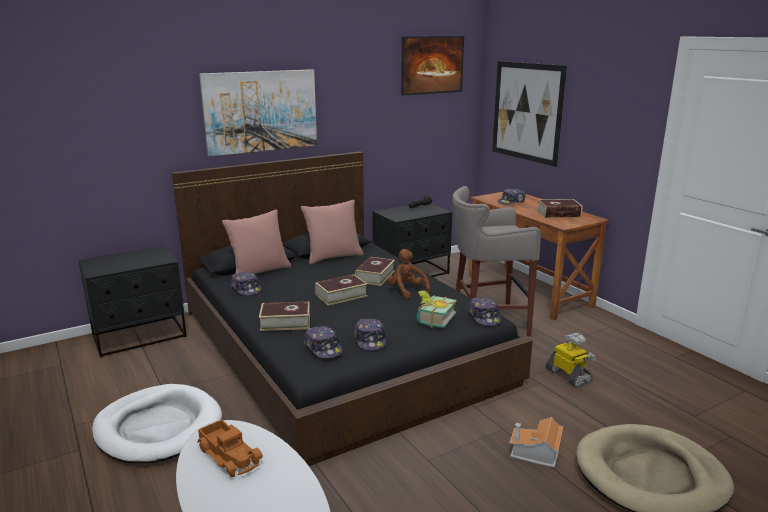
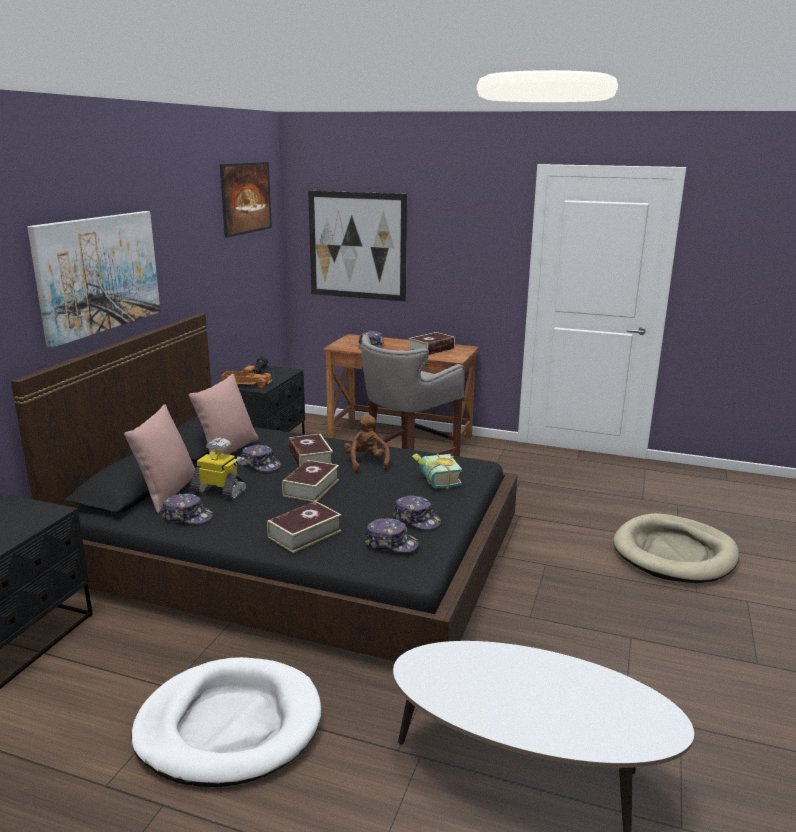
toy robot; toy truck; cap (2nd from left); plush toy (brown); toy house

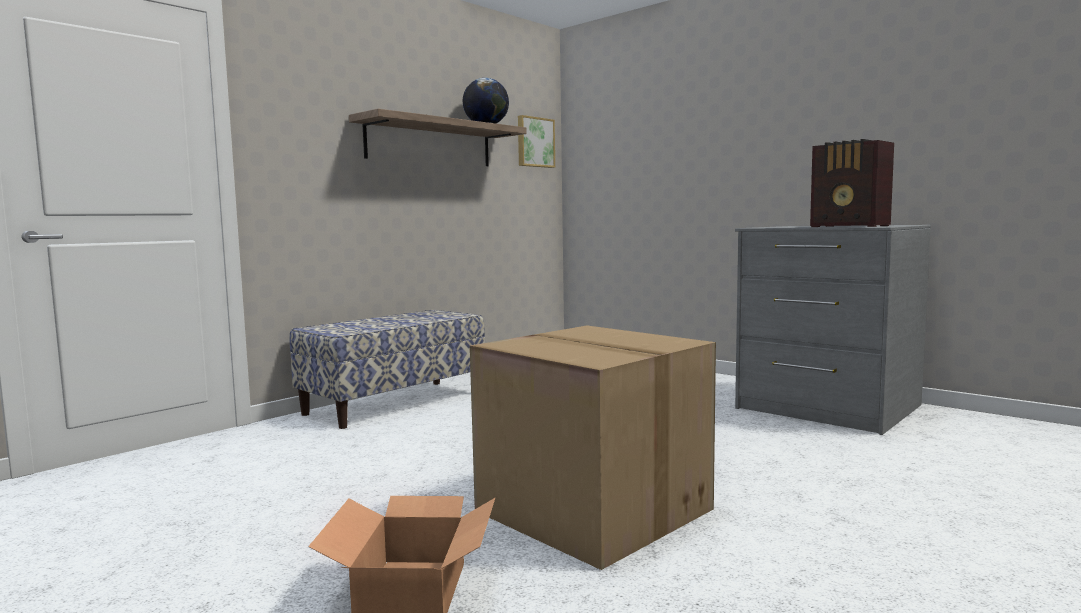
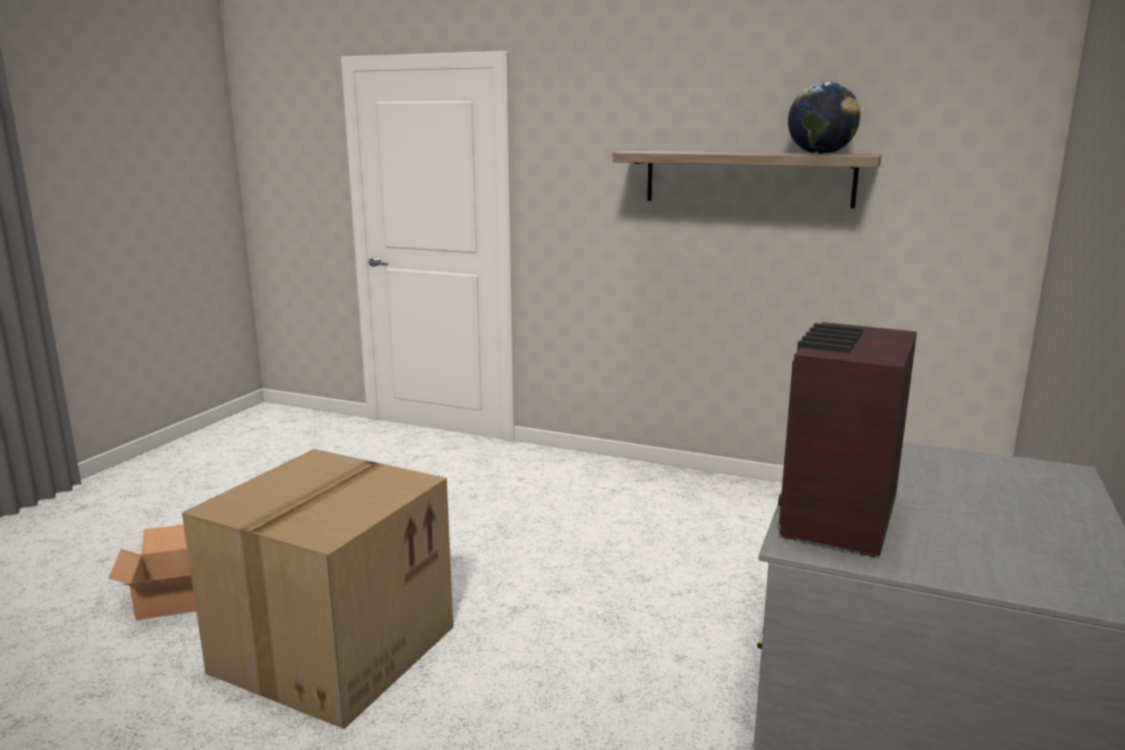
bench; picture

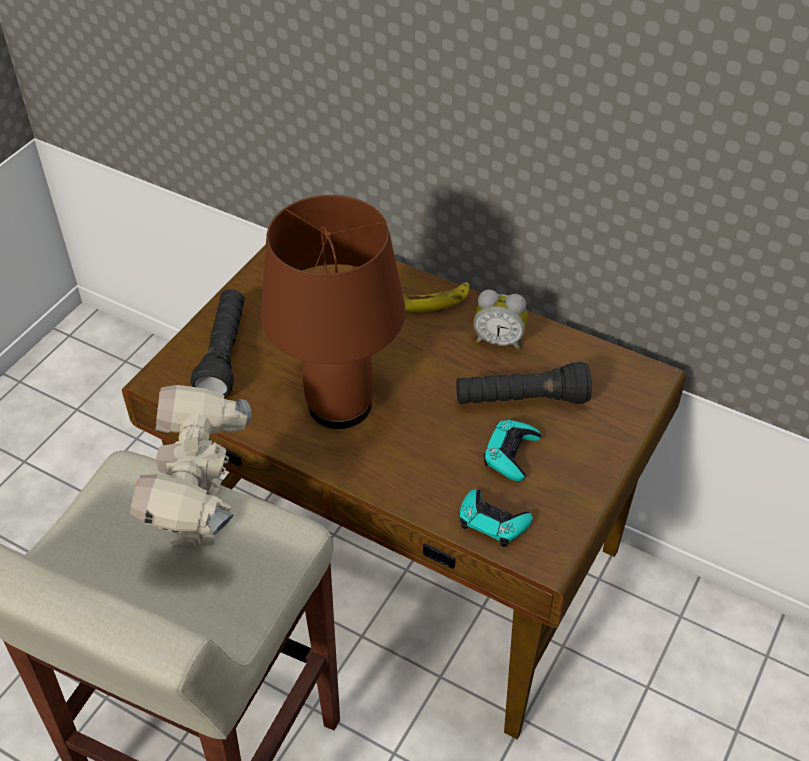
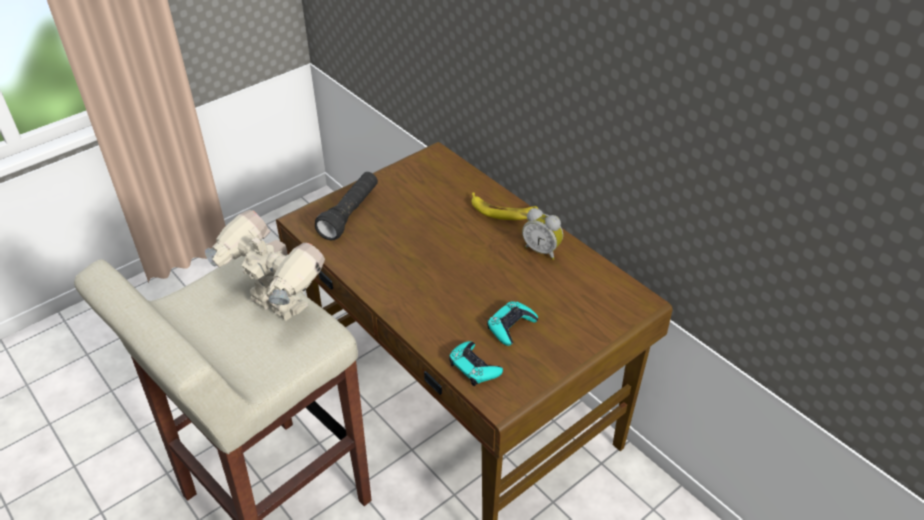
toy robot; table lamp (brown); flashlight (black) (2nd from left in the first image)

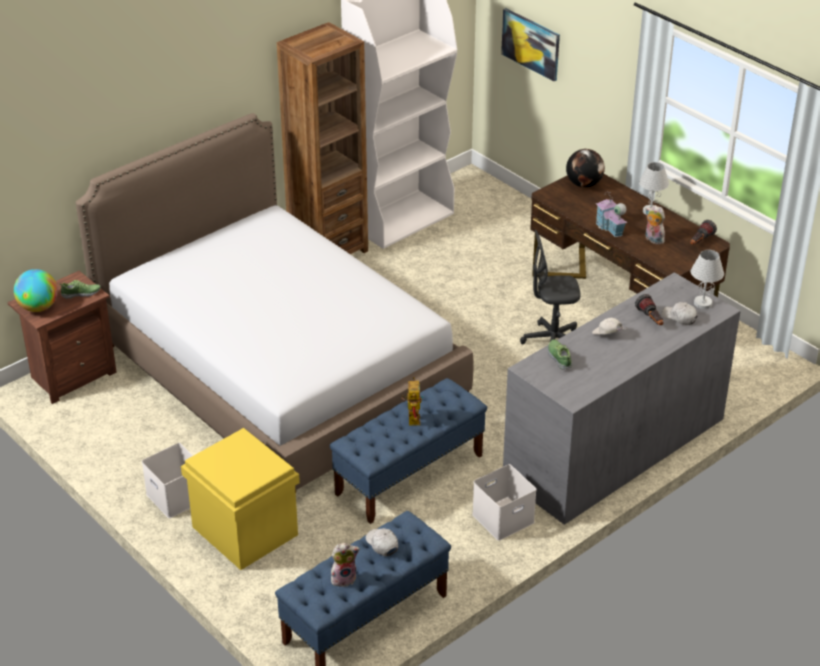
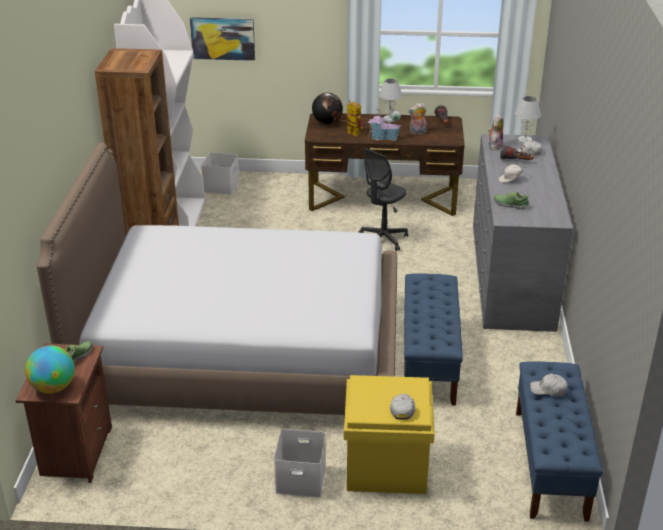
storage box (white) (1st from left); toy robot; cap (white) (1st from left); plush toy (2nd from left)

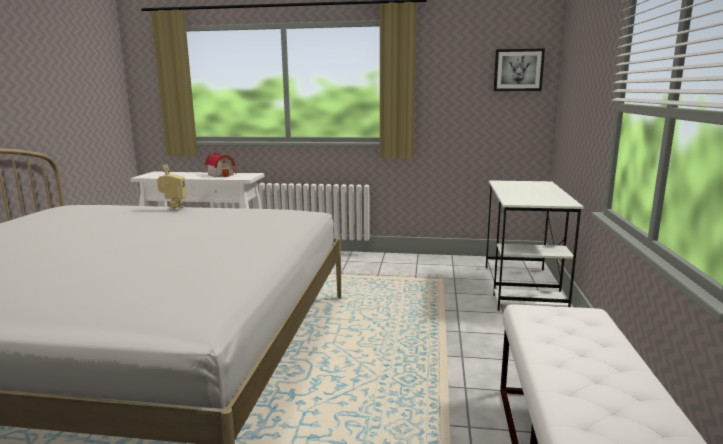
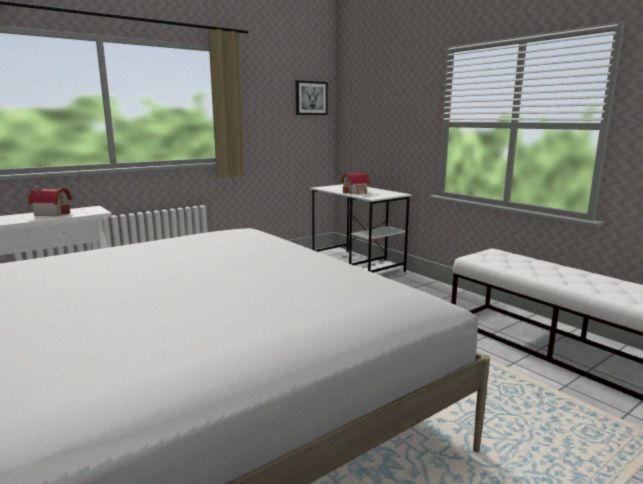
toy house (2nd from left); toy robot

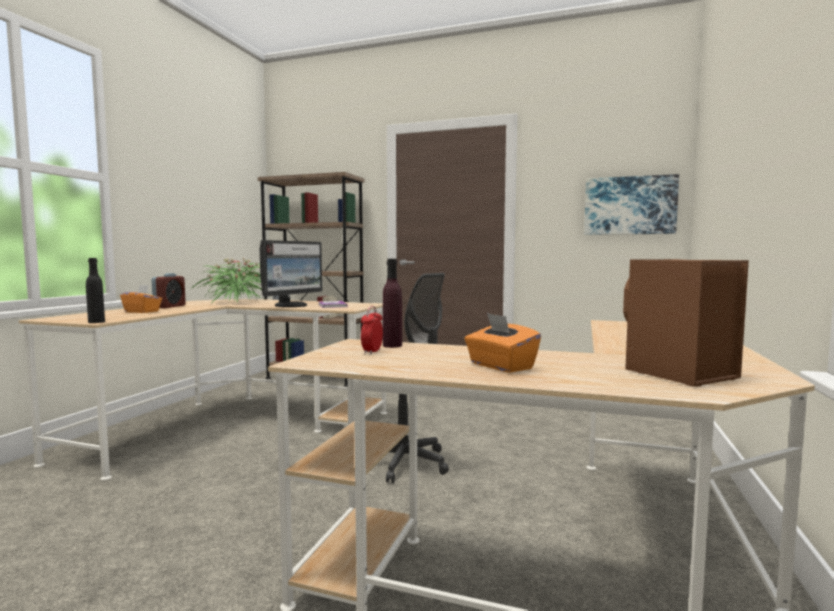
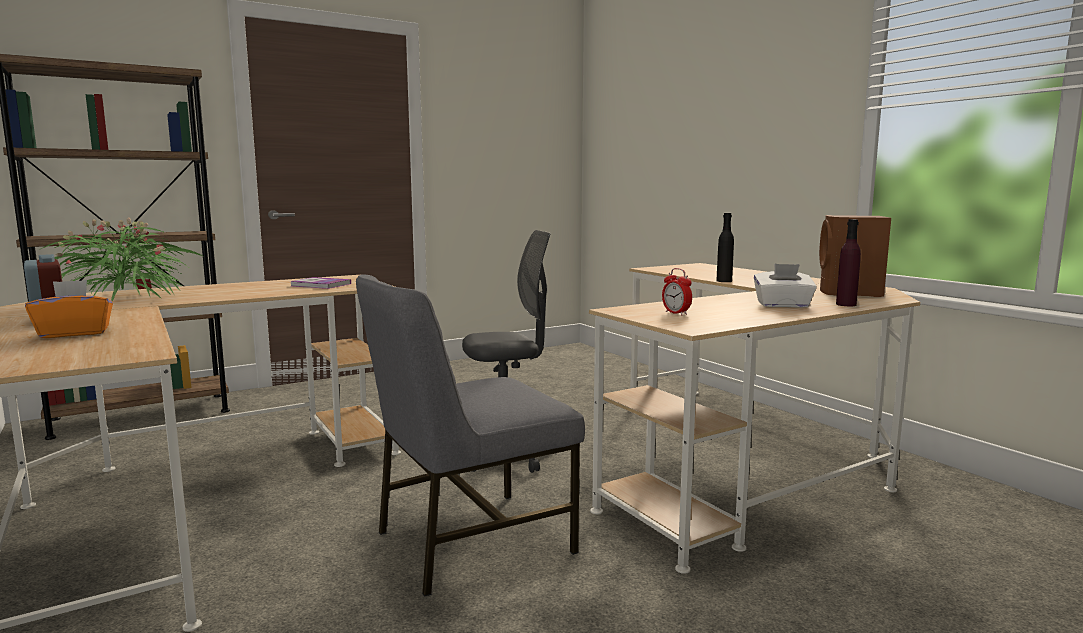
chair (grey); bottle (black); tissue box (white); bottle (purple); monitor; picture

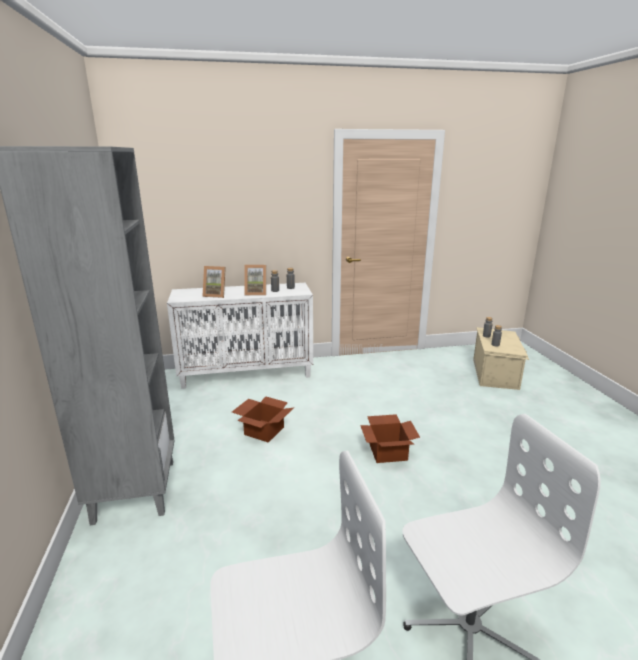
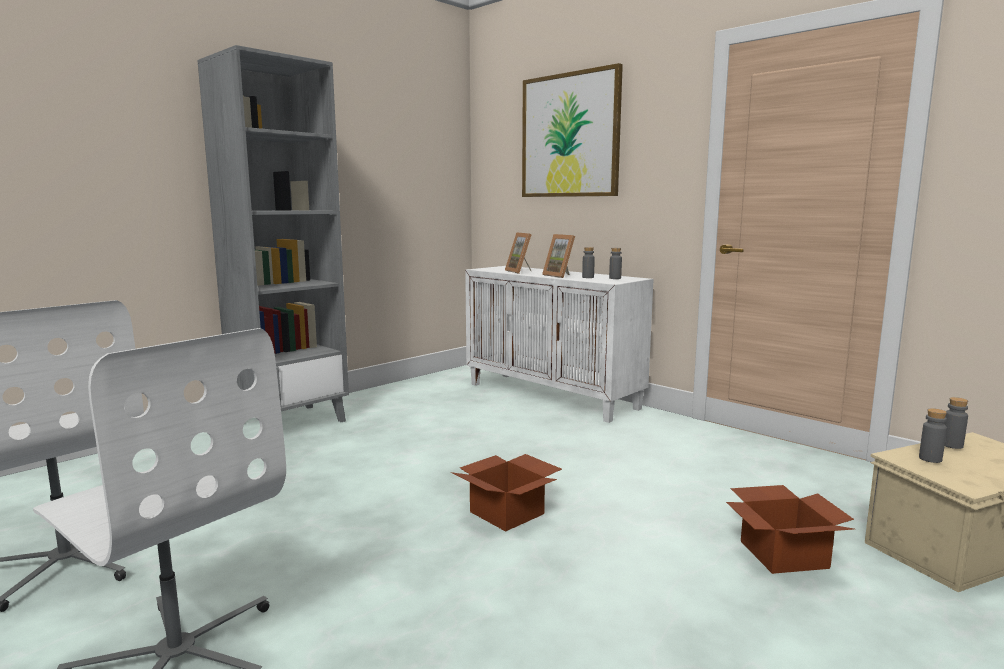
picture; cardboard box (2nd from left)

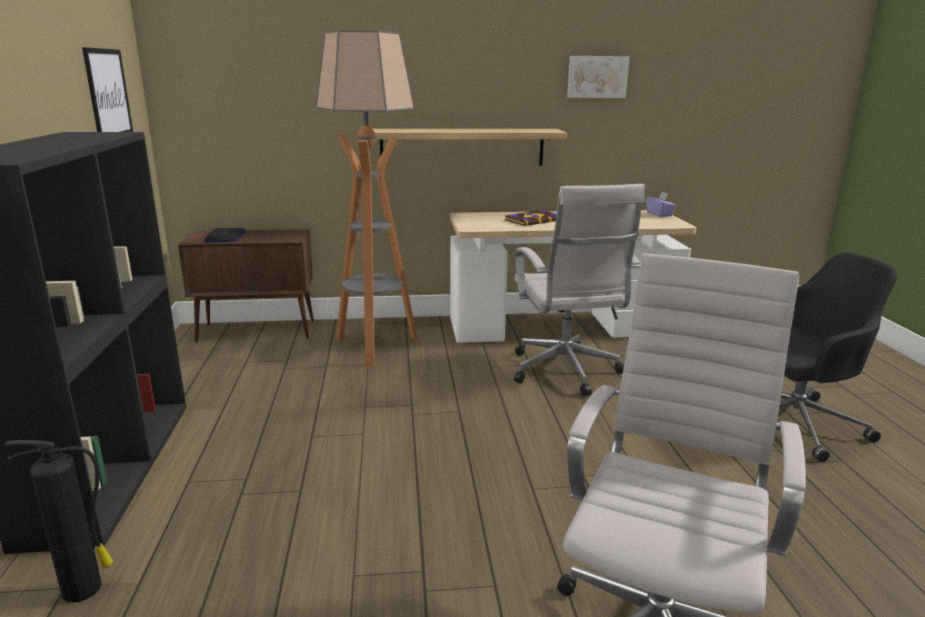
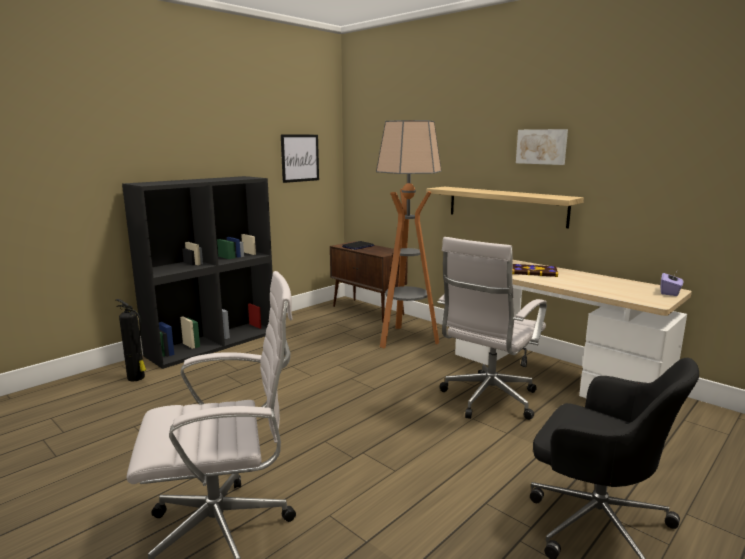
picture (2nd from left)

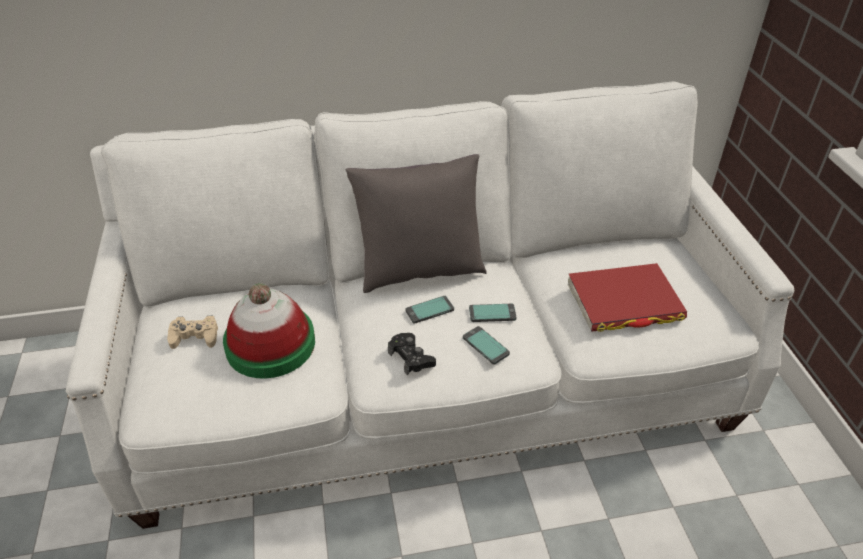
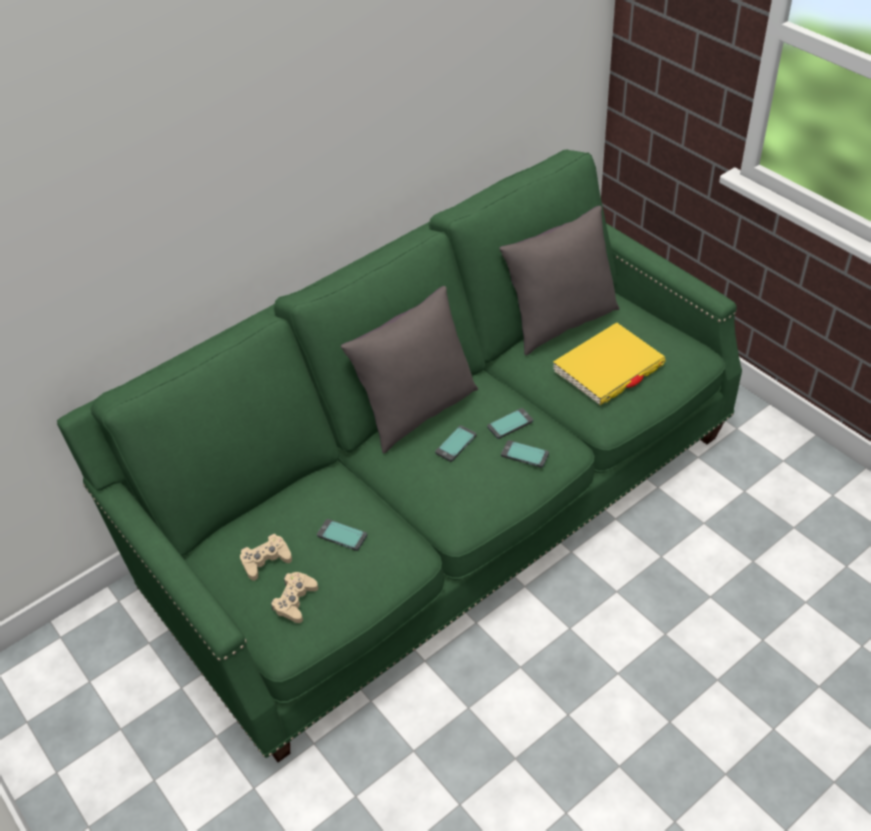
sofa (green); game controller (beige) (2nd from left); phone (1st from left); pillow (grey) (2nd from left); book (yellow); game controller (black)

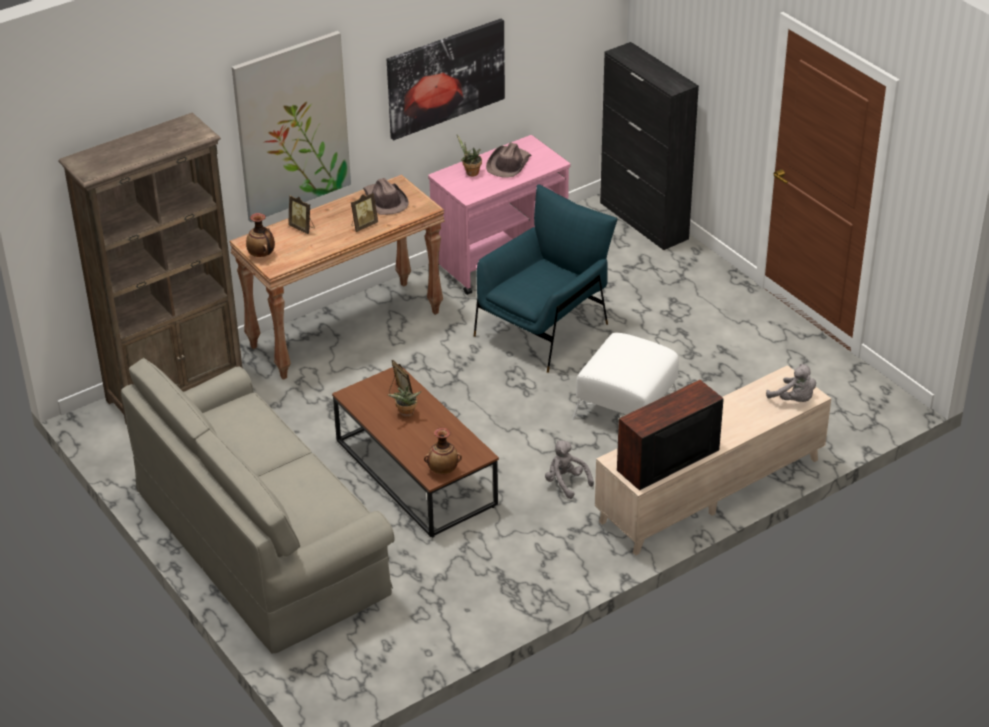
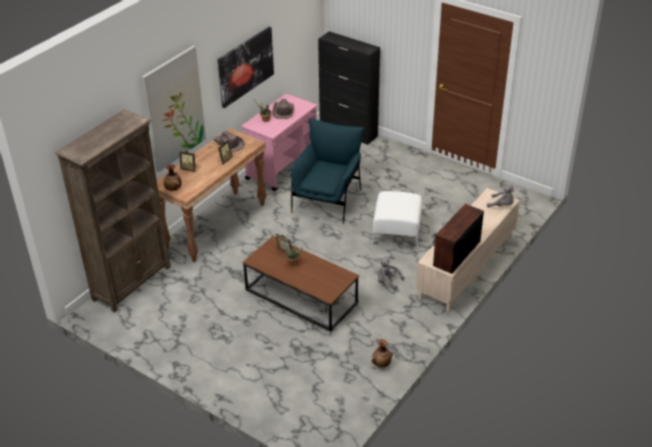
vase (2nd from left); sofa (grey)

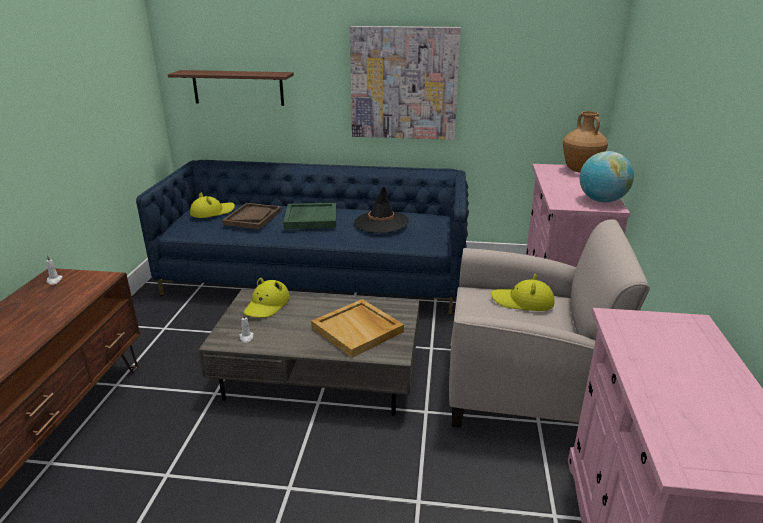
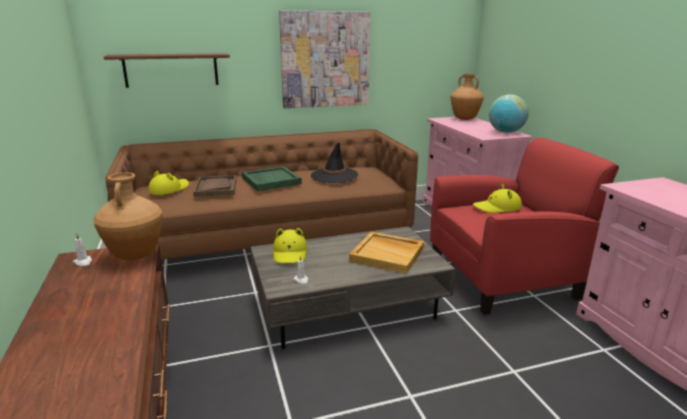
vase (brown) (1st from left); sofa (brown); armchair (red)

